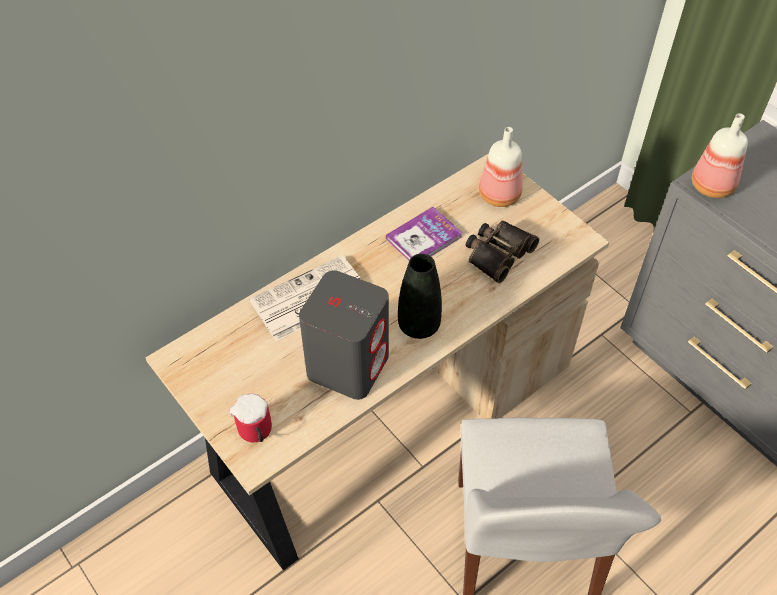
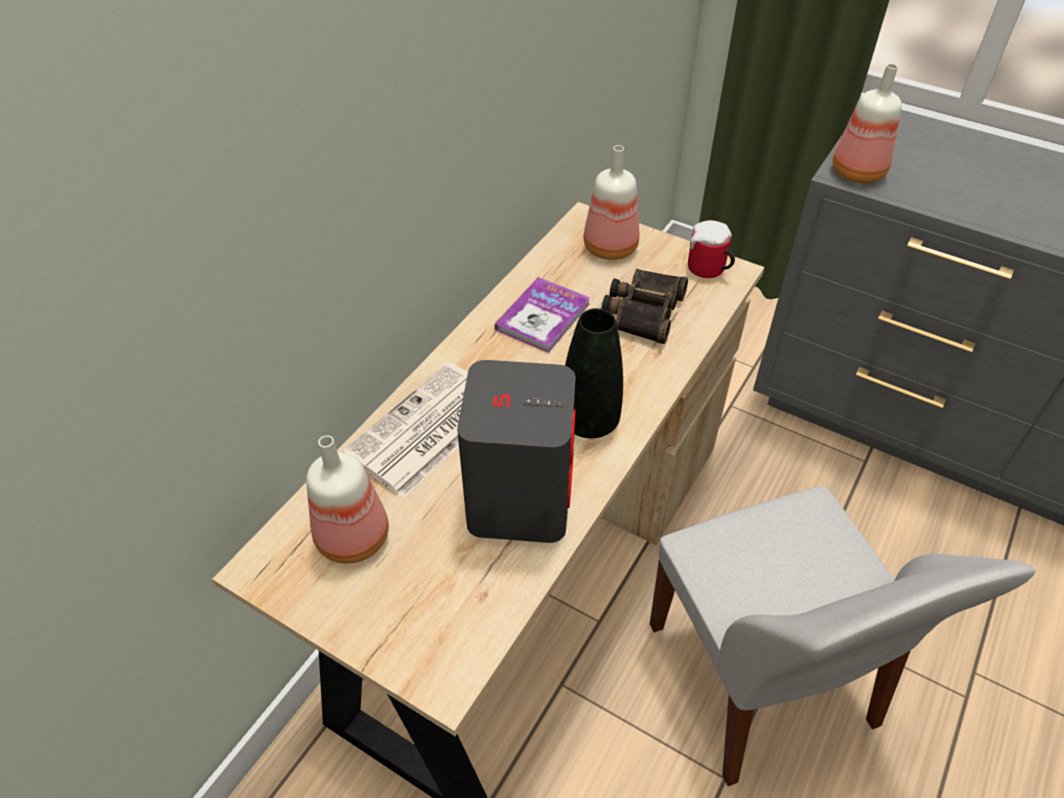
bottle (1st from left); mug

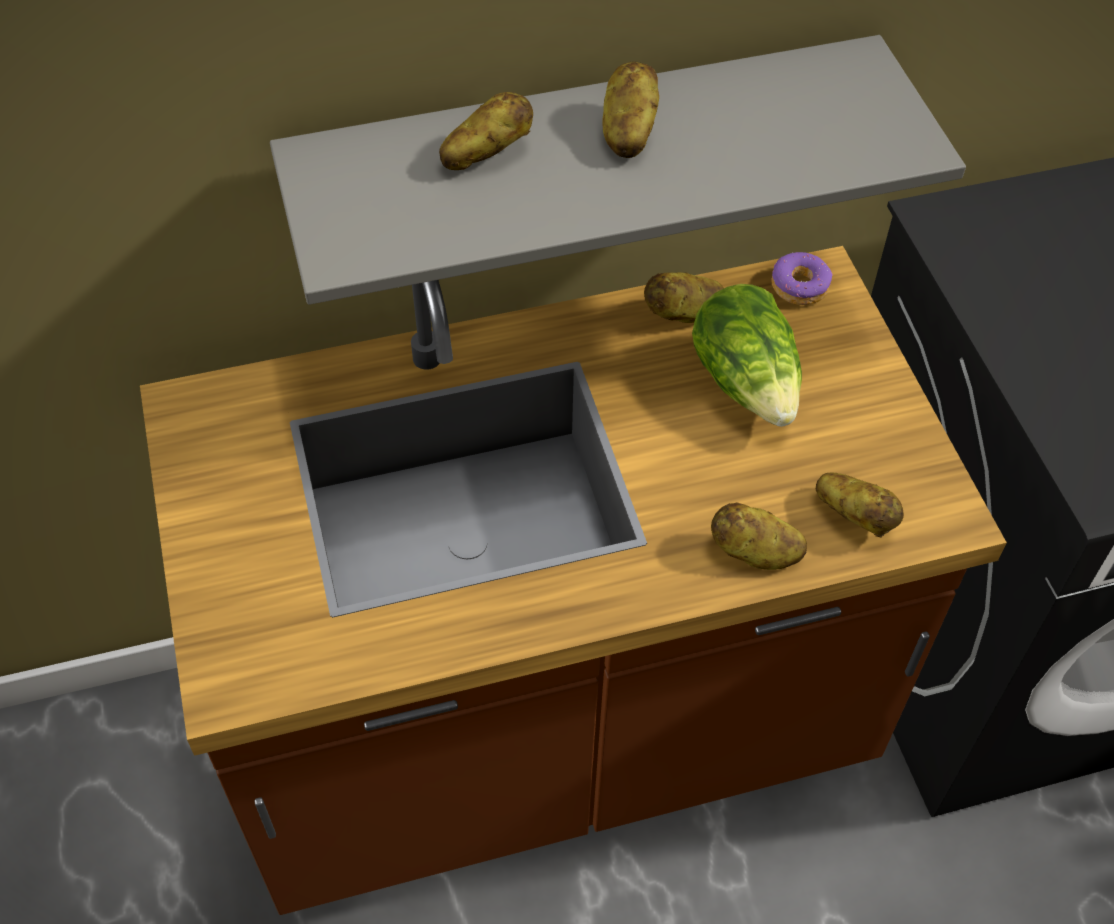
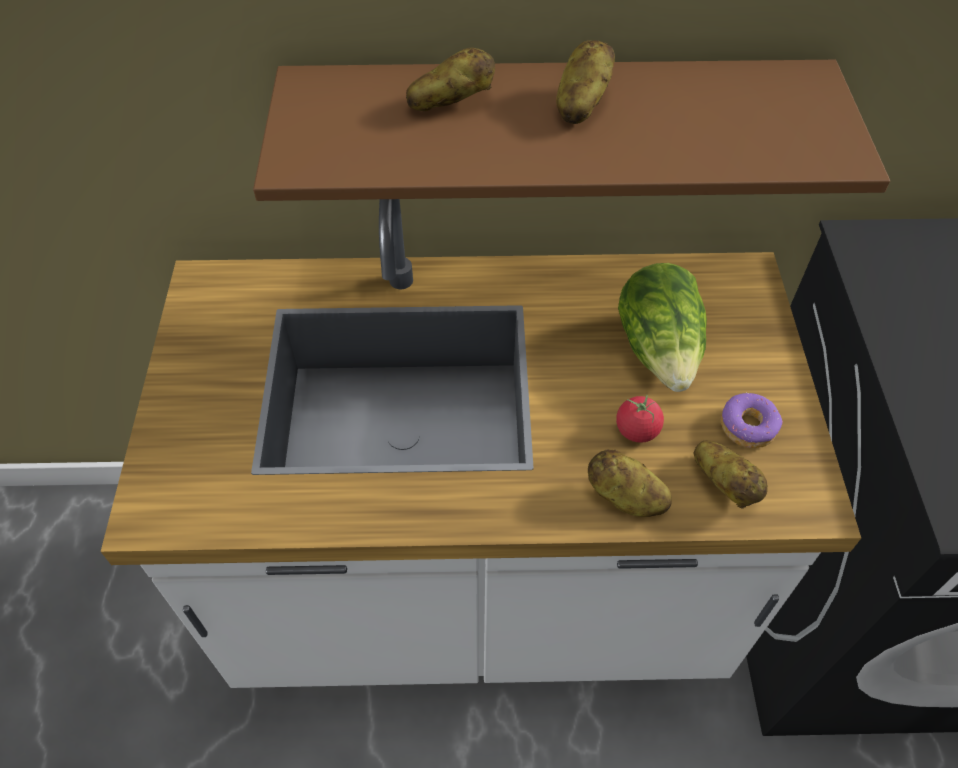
counter (white); shelf (brown); tomato; donut; potato (3rd from left in the first image)

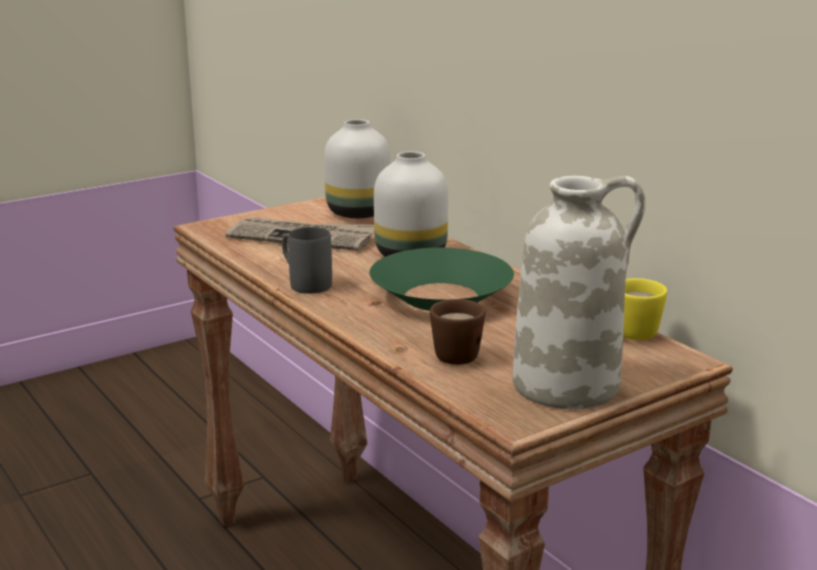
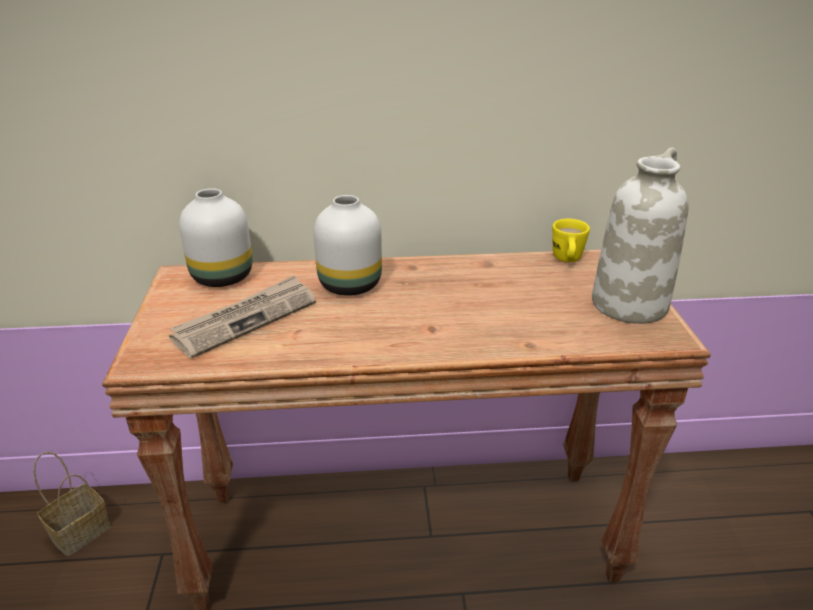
basket; mug (grey); bowl (green); mug (brown)

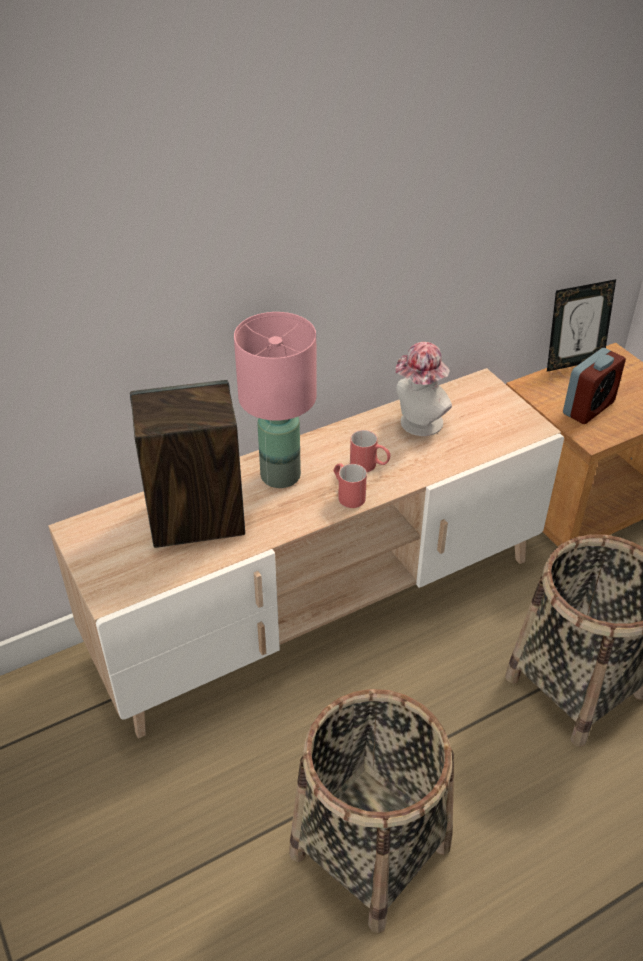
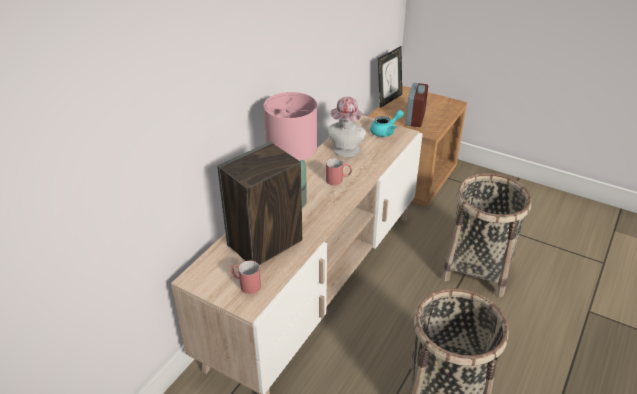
mug (red) (1st from left); teapot (turquoise)

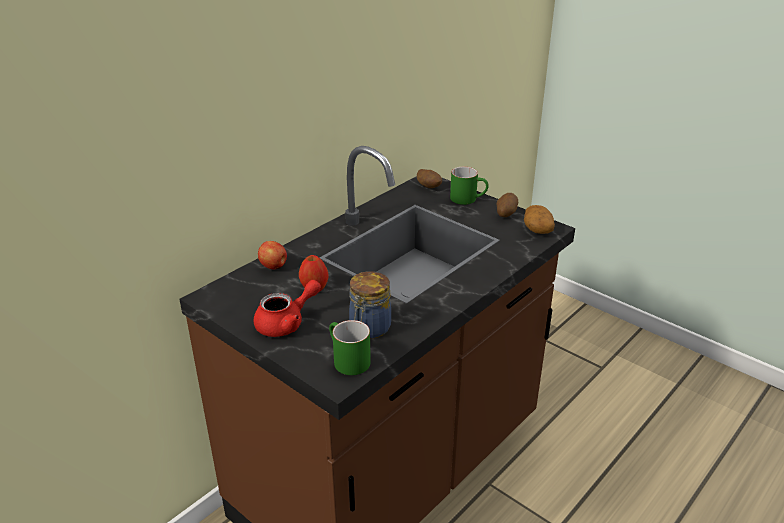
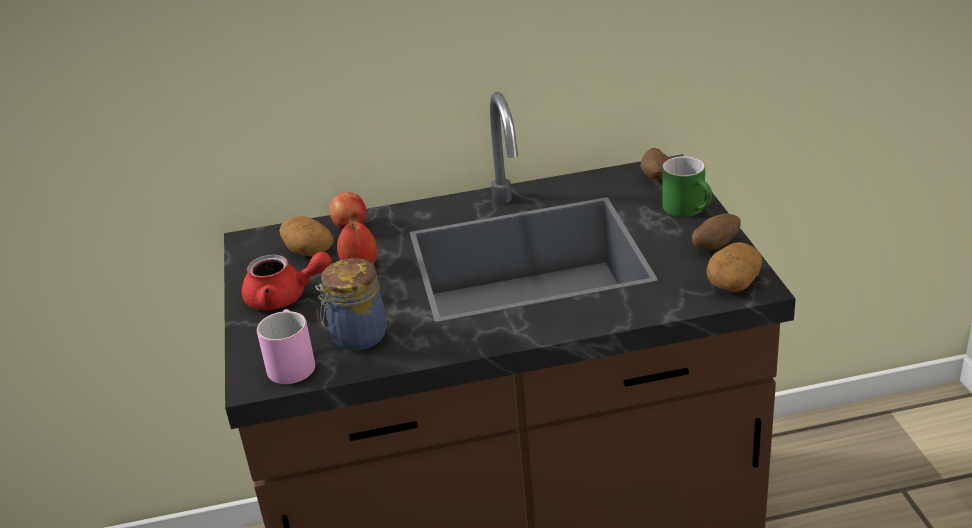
mug (pink); potato (1st from left)

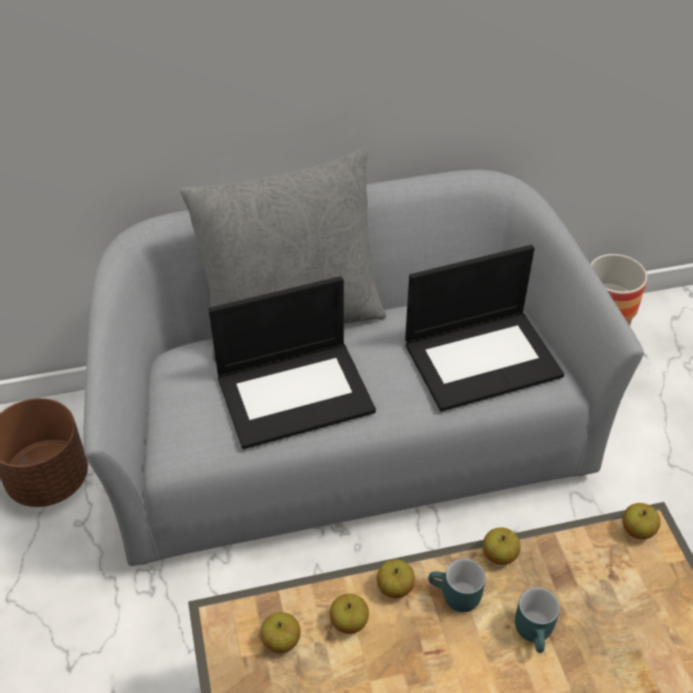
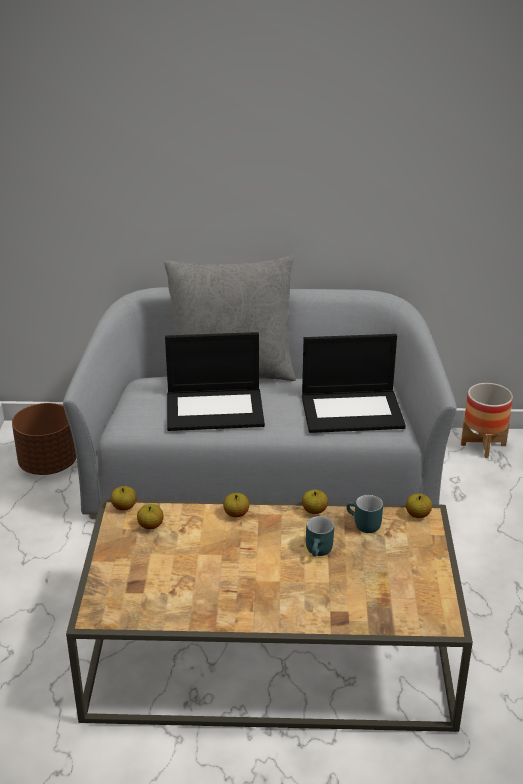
apple (1st from left); mug (turquoise) (2nd from left)

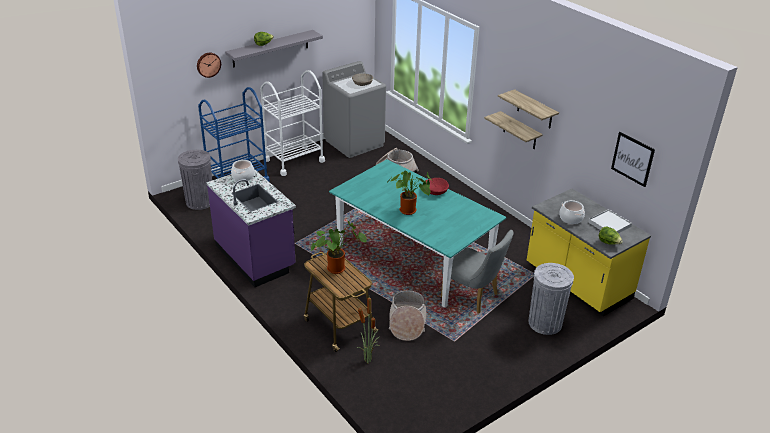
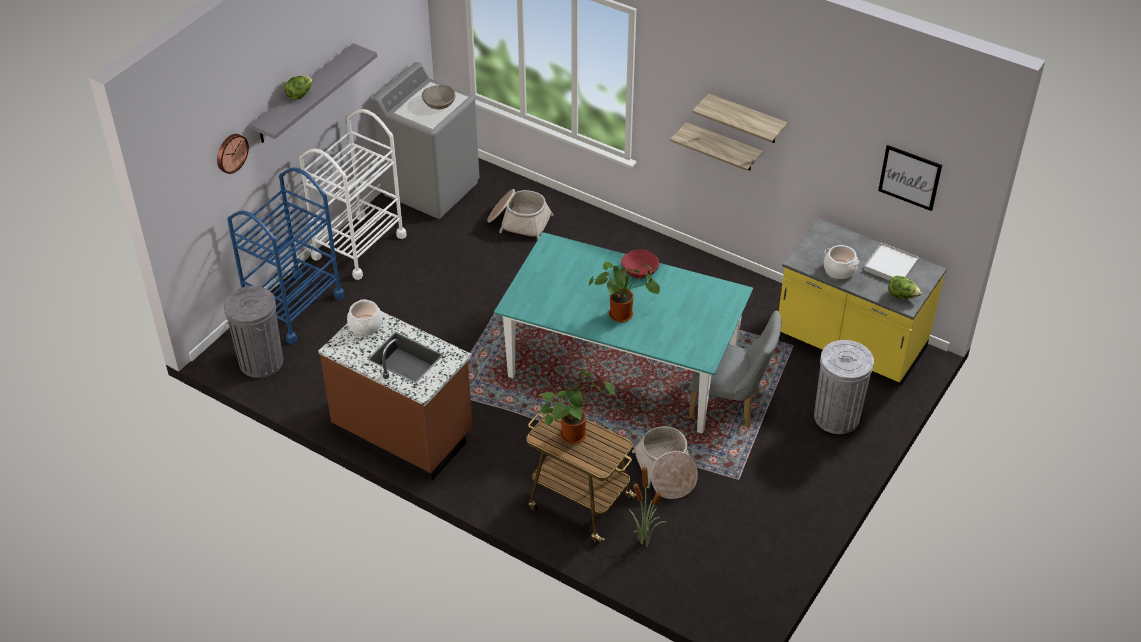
counter (brown)

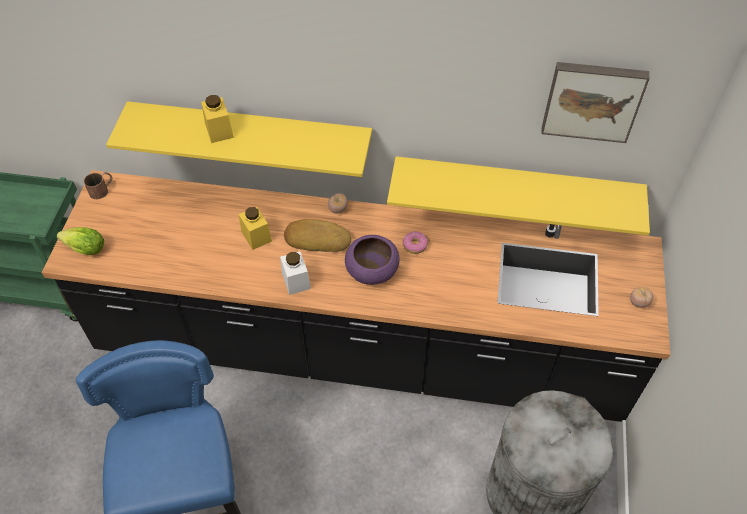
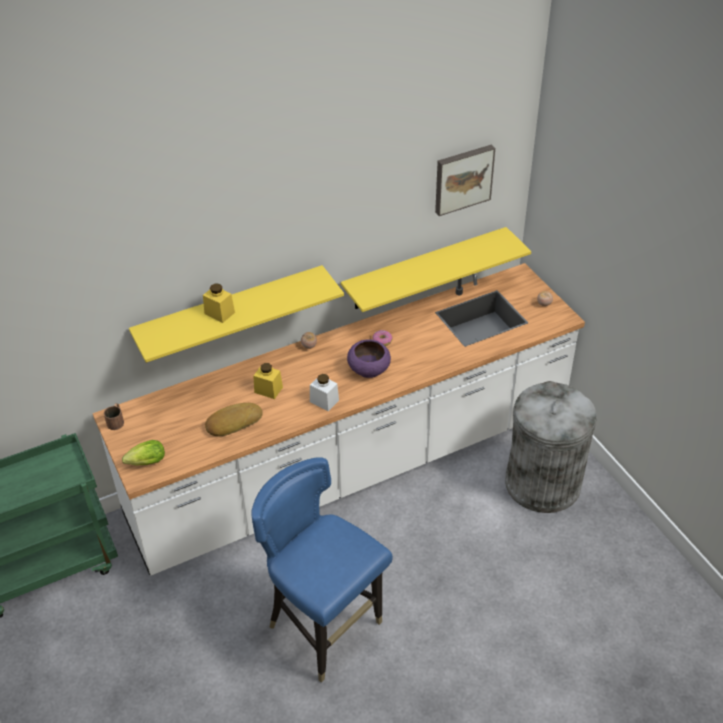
counter (white); bread

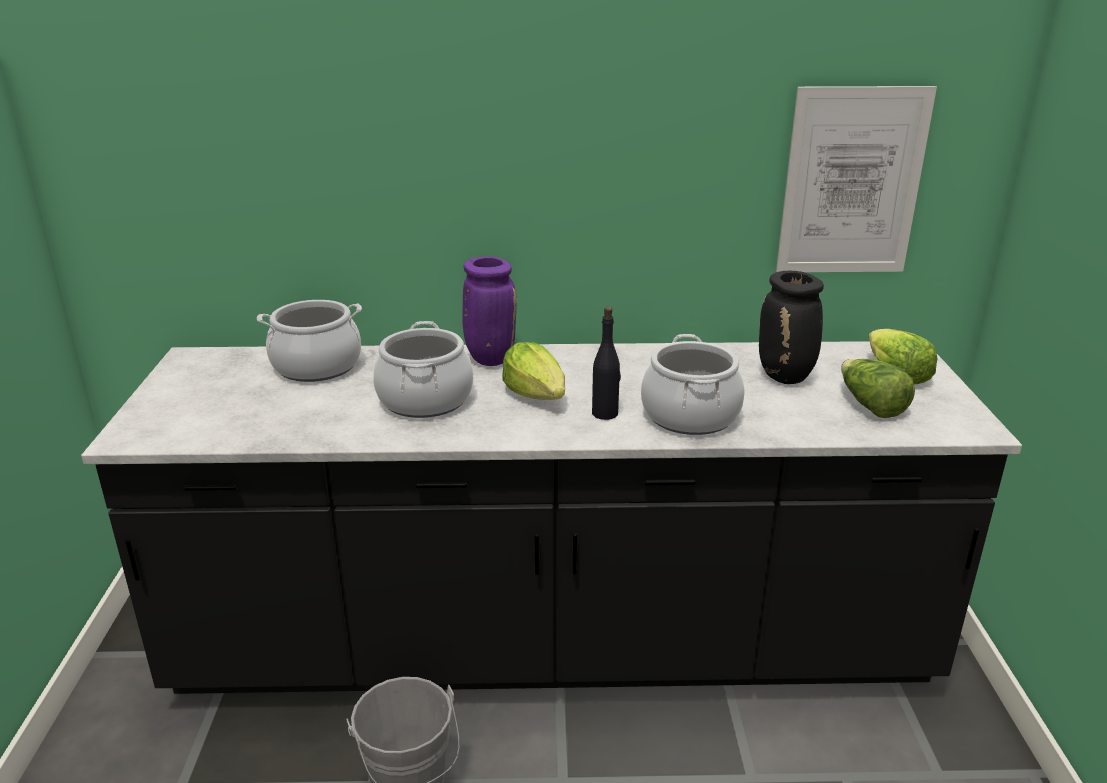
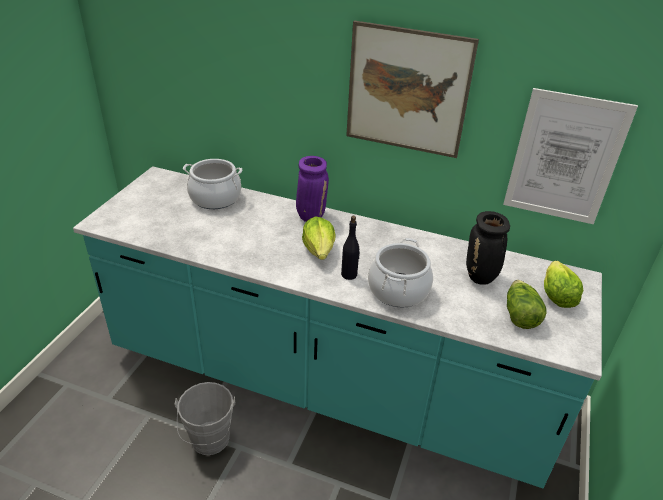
counter (turquoise); picture (1st from left); cooking pot (2nd from left in the first image)

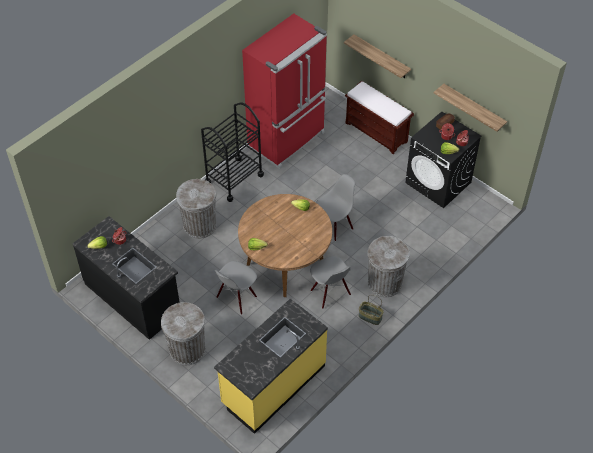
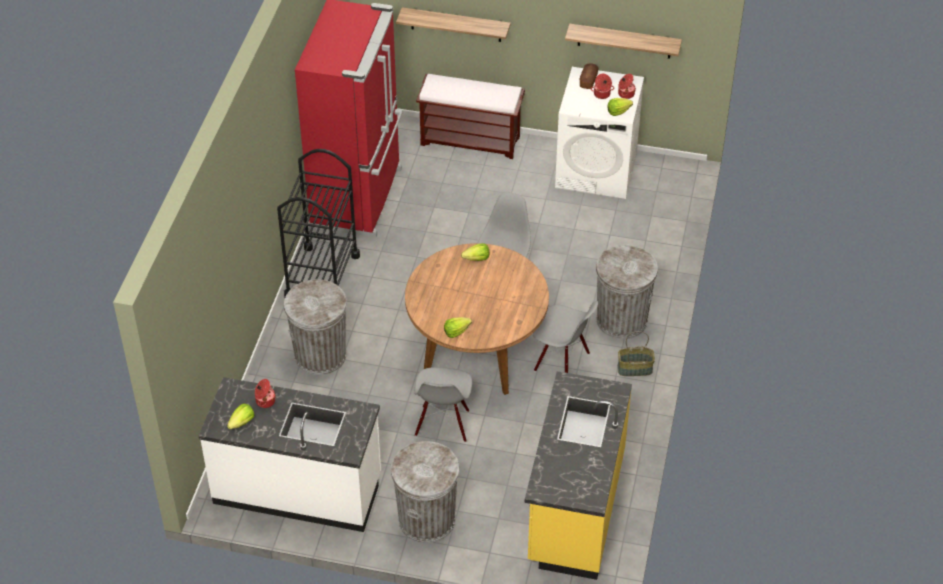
counter (white); washing machine (white)

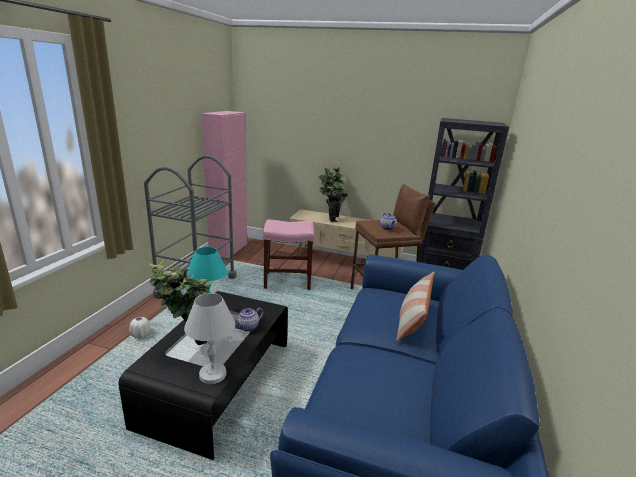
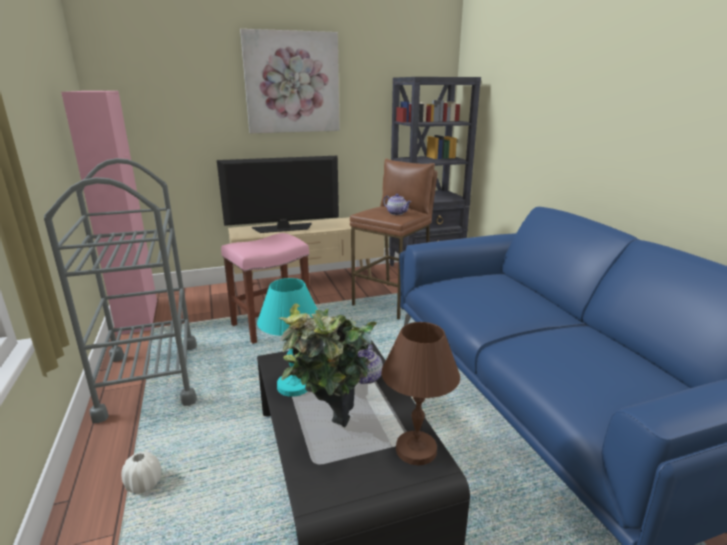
television; picture; table lamp (brown); pillow

